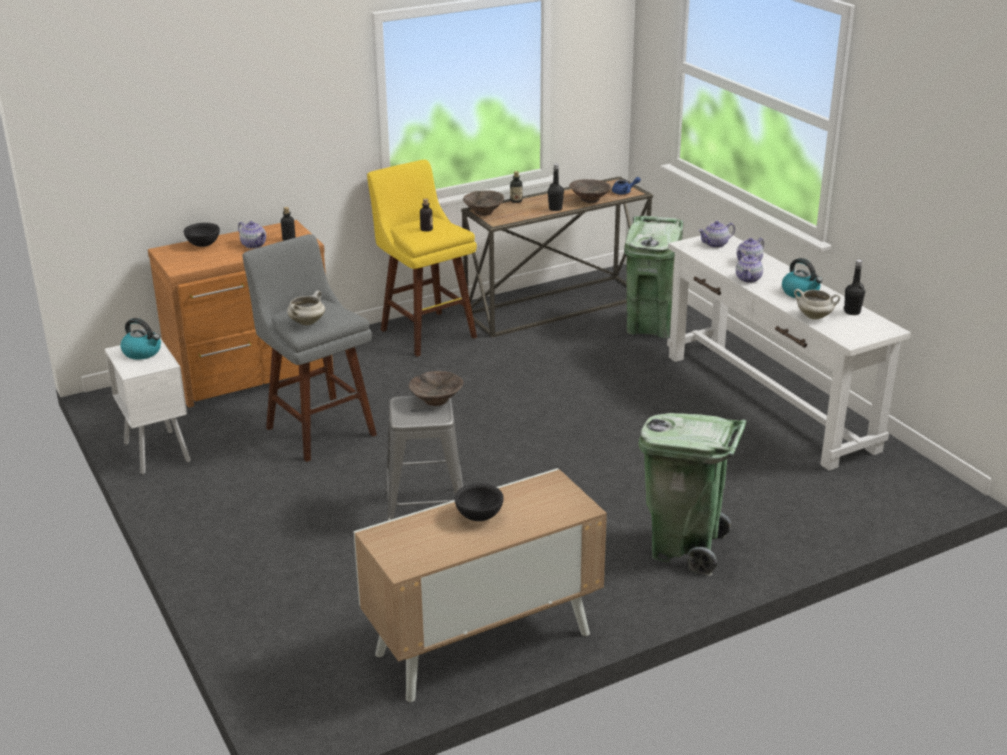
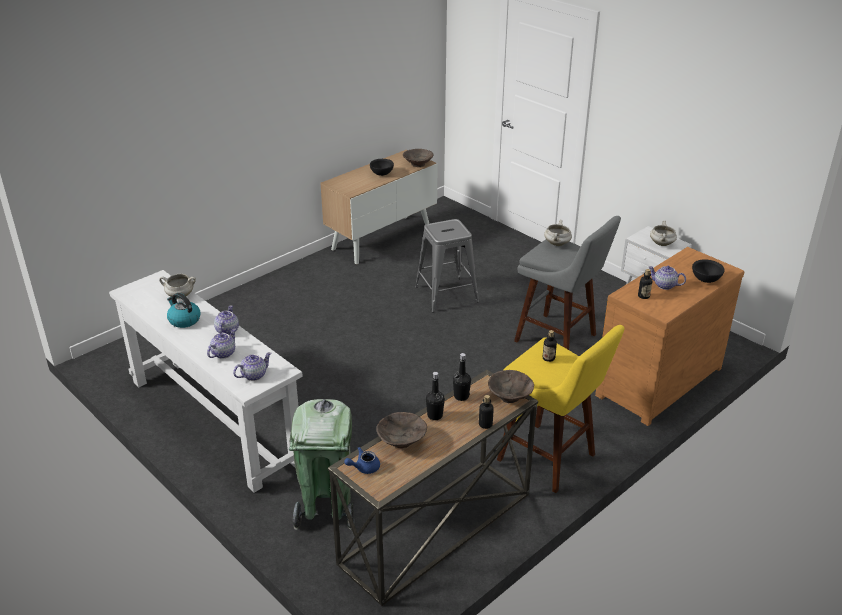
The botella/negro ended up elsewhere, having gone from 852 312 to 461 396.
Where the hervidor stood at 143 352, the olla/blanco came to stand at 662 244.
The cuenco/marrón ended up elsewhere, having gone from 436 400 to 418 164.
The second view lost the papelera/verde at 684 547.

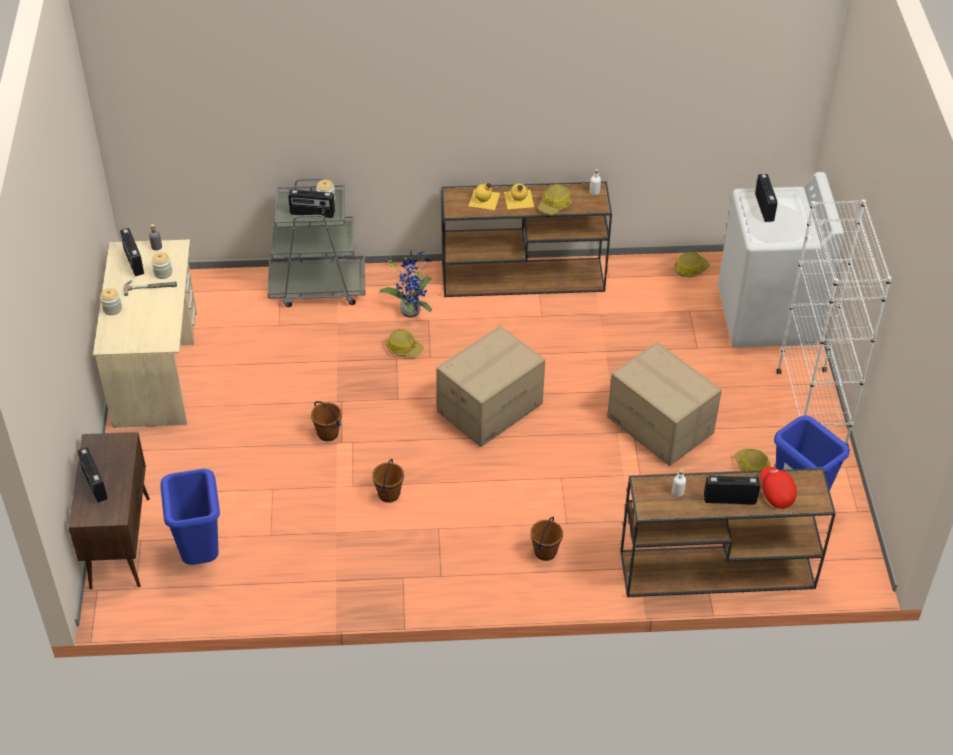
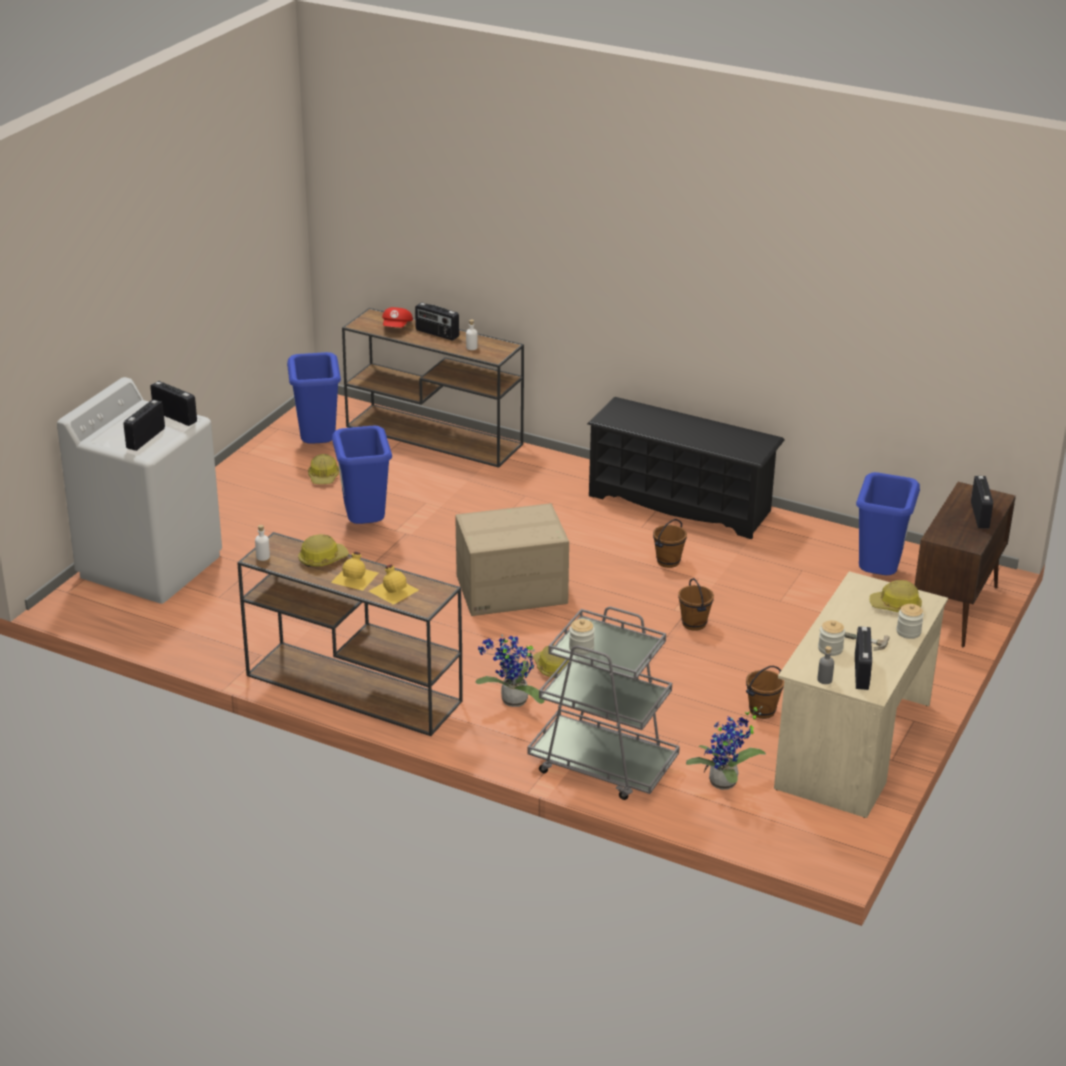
The radio ended up elsewhere, having gone from 312 213 to 175 416.
The second view lost the estantería/blanco at 811 409.
The casco ended up elsewhere, having gone from 690 269 to 895 606.
Where the caja de cartón stood at 661 425, the papelera/azul came to stand at 365 526.
The cubo/marrón ended up elsewhere, having gone from 545 552 to 762 711.
The second view gained the zapatero/negro at 681 503.
The second view gained the planta en maceta at 725 784.

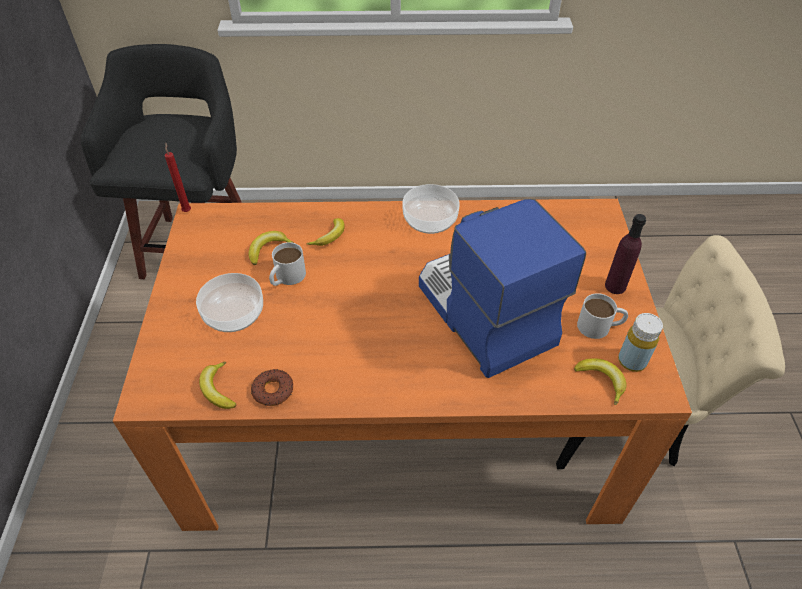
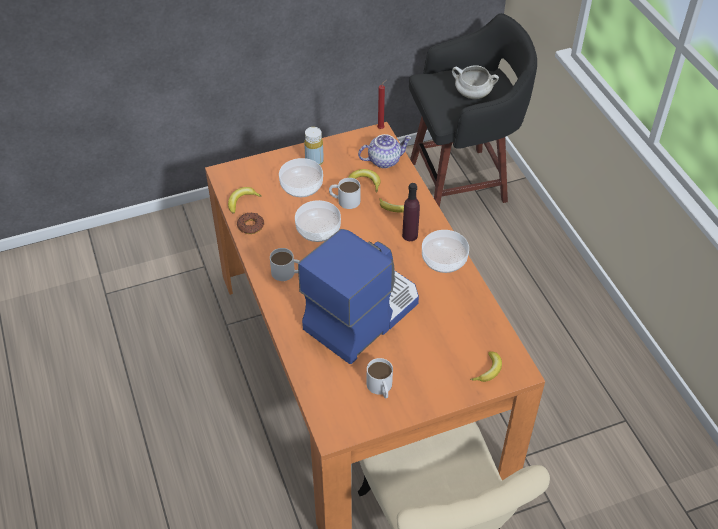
The botella/morado ended up elsewhere, having gone from 615 286 to 410 235.
The botella/amarillo ended up elsewhere, having gone from 632 361 to 314 161.
The plátano ended up elsewhere, having gone from 601 380 to 488 370.
The second view gained the olla/blanco at 472 95.
The second view gained the tetera at 384 160.
The second view gained the cuenco at 318 230.
The second view gained the taza grande/blanco at 288 272.

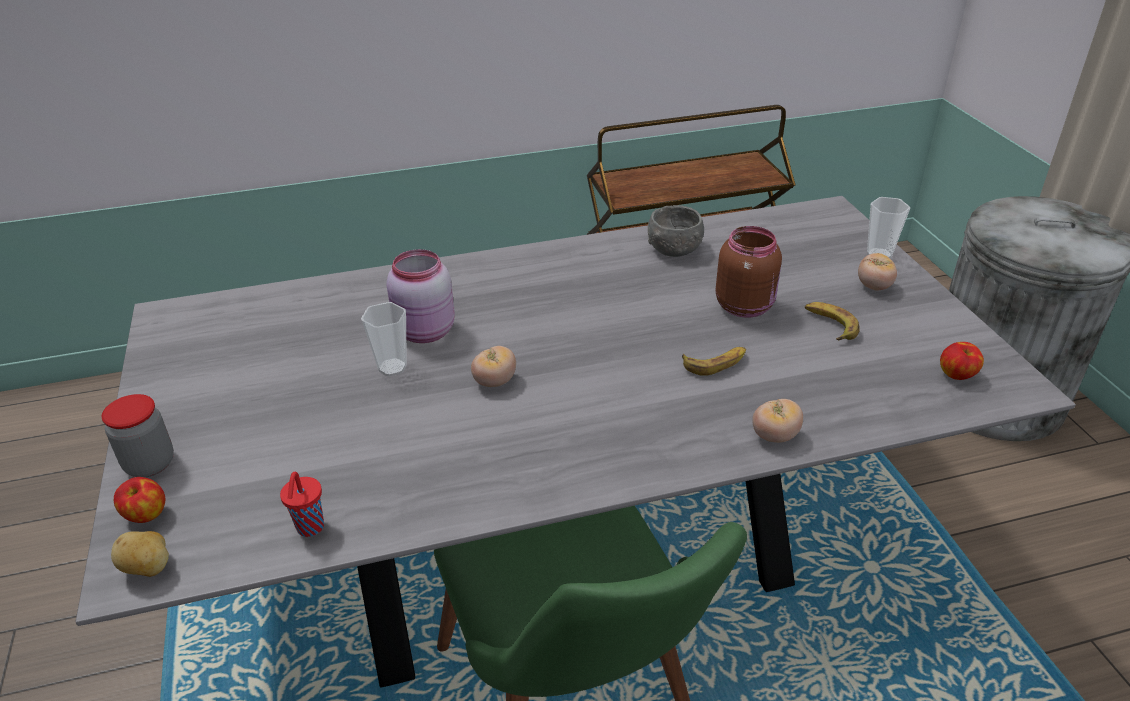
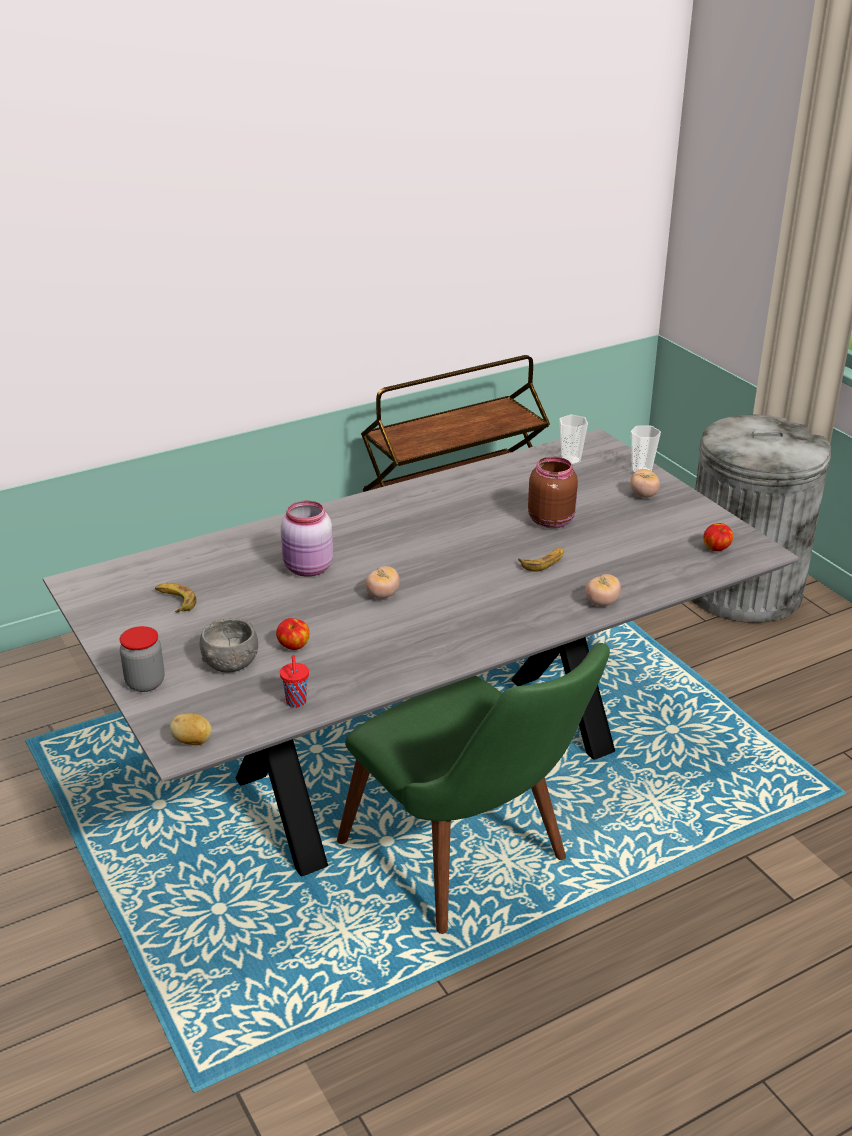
The cuenco/gris ended up elsewhere, having gone from 674 248 to 230 662.
The taza ended up elsewhere, having gone from 392 367 to 570 460.
The plátano ended up elsewhere, having gone from 829 325 to 175 601.
The manzana ended up elsewhere, having gone from 146 515 to 293 647.

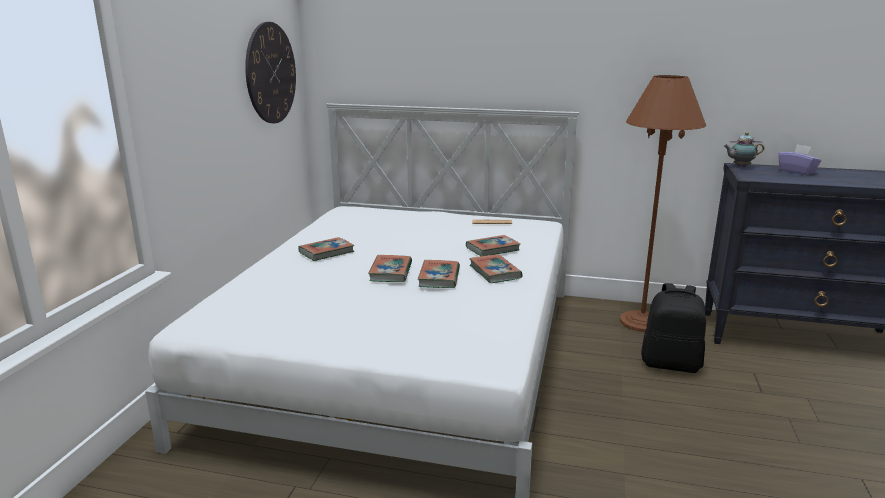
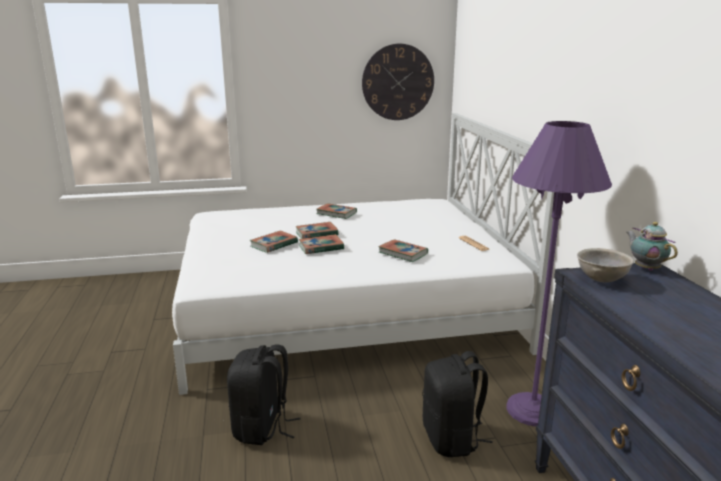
What was the lámpara de pie/marrón at 641 322 turned into the lámpara de pie/morado at 532 410.
The second view lost the caja de pañuelos/morado at 797 172.
The libro ended up elsewhere, having gone from 495 272 to 274 244.
The second view gained the cuenco/gris at 600 280.
The second view gained the mochila/negro at 262 428.

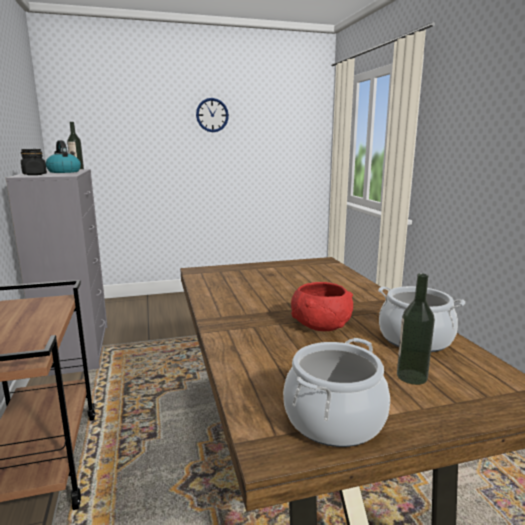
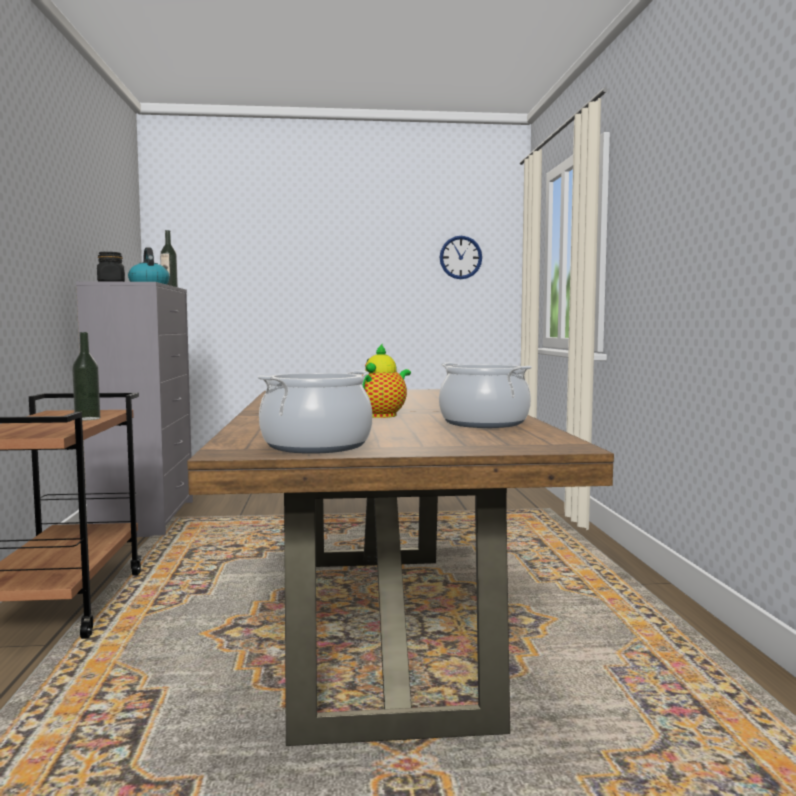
The reloj de pared ended up elsewhere, having gone from 212 115 to 460 257.
The botella ended up elsewhere, having gone from 411 377 to 87 418.
Where the cuenco/rojo stood at 321 325, the tetera came to stand at 383 415.

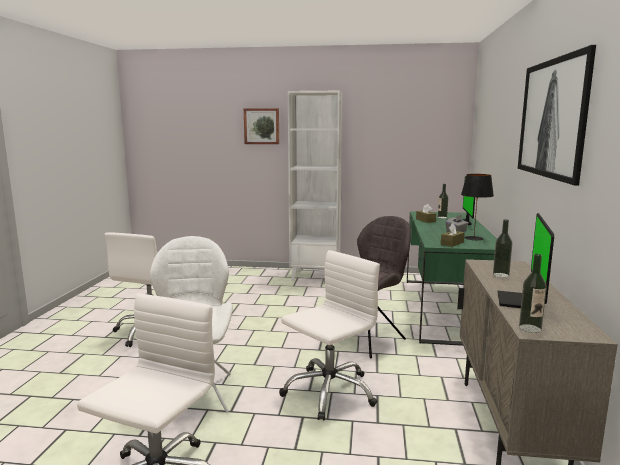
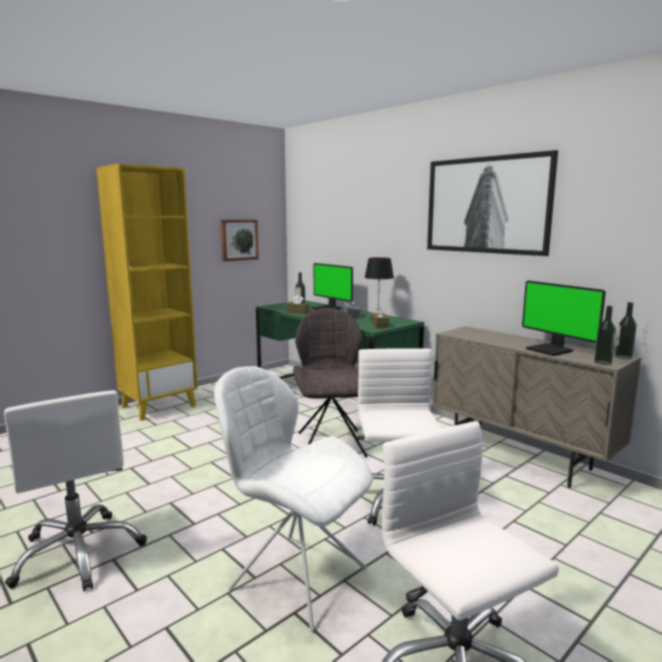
What was the estantería/blanco at 316 276 turned into the estantería/amarillo at 159 406.
The cuadro ended up elsewhere, having gone from 262 126 to 239 240.
The botella ended up elsewhere, having gone from 501 275 to 623 357.

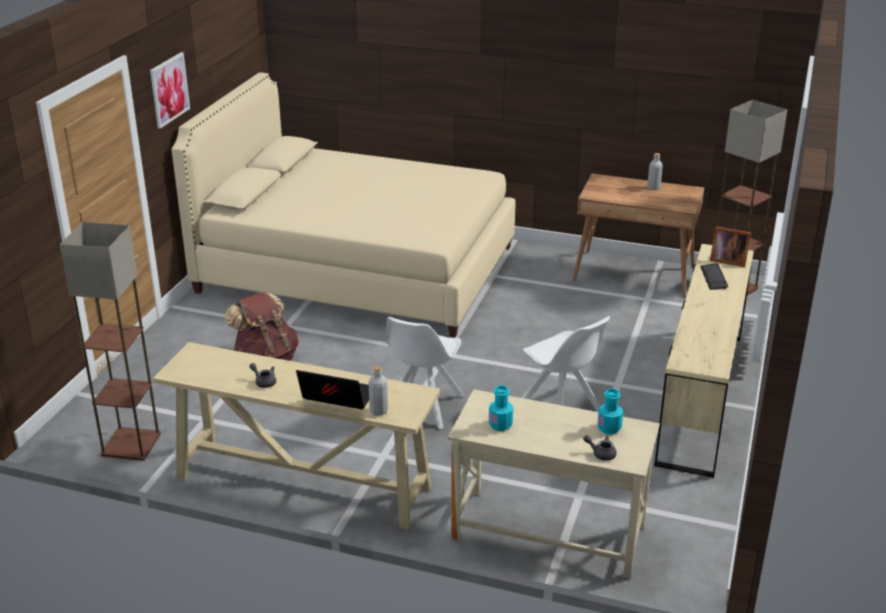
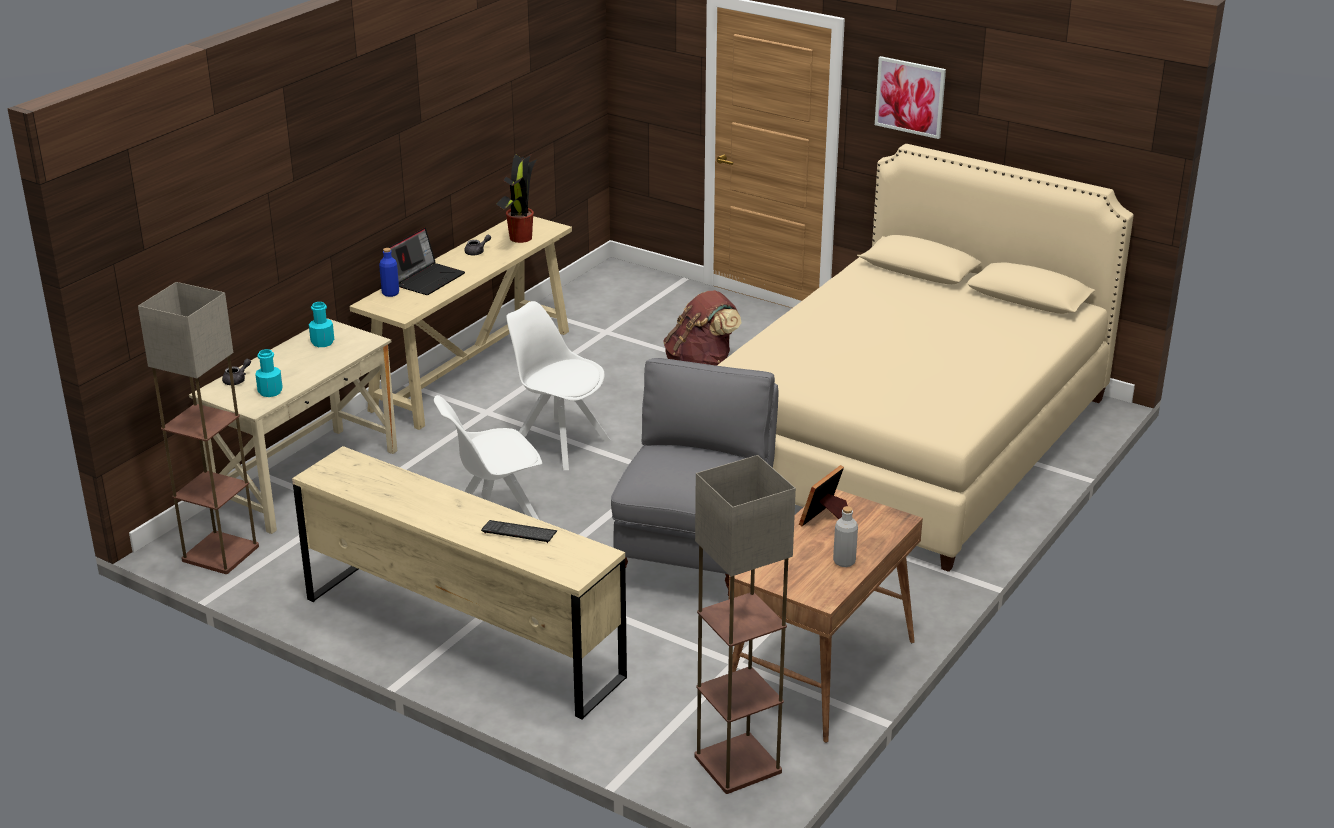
The lámpara de pie ended up elsewhere, having gone from 130 444 to 222 553.
The portarretratos ended up elsewhere, having gone from 727 260 to 825 517.
What was the botella/gris at 378 411 turned into the botella/azul at 390 293.
The second view gained the planta en maceta at 520 238.
The second view gained the silla/gris at 695 555.

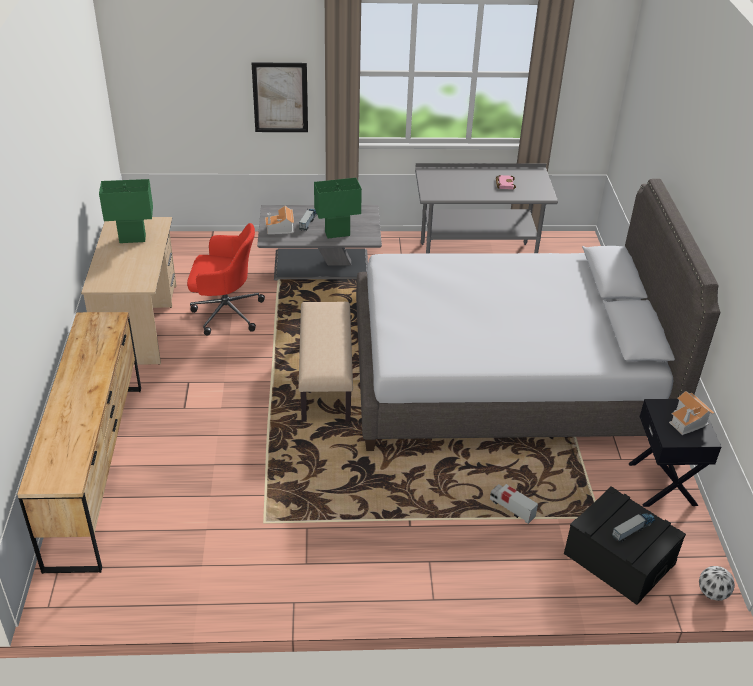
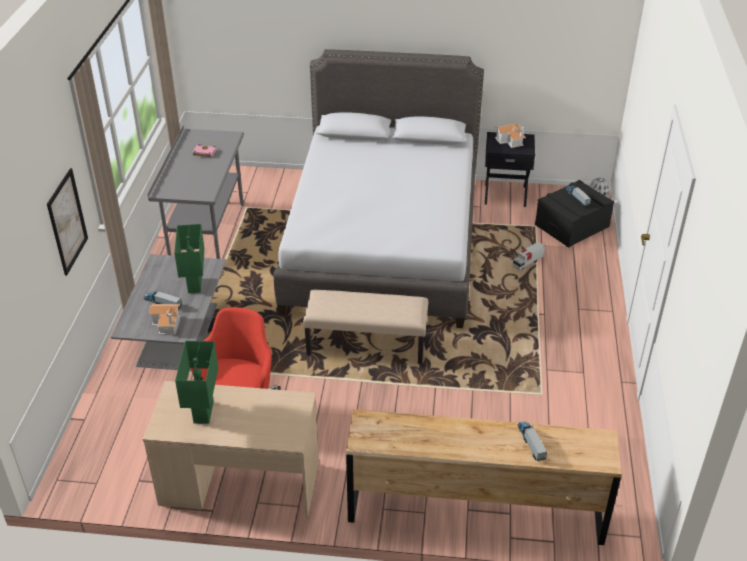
The second view gained the camión de juguete at 530 443.

